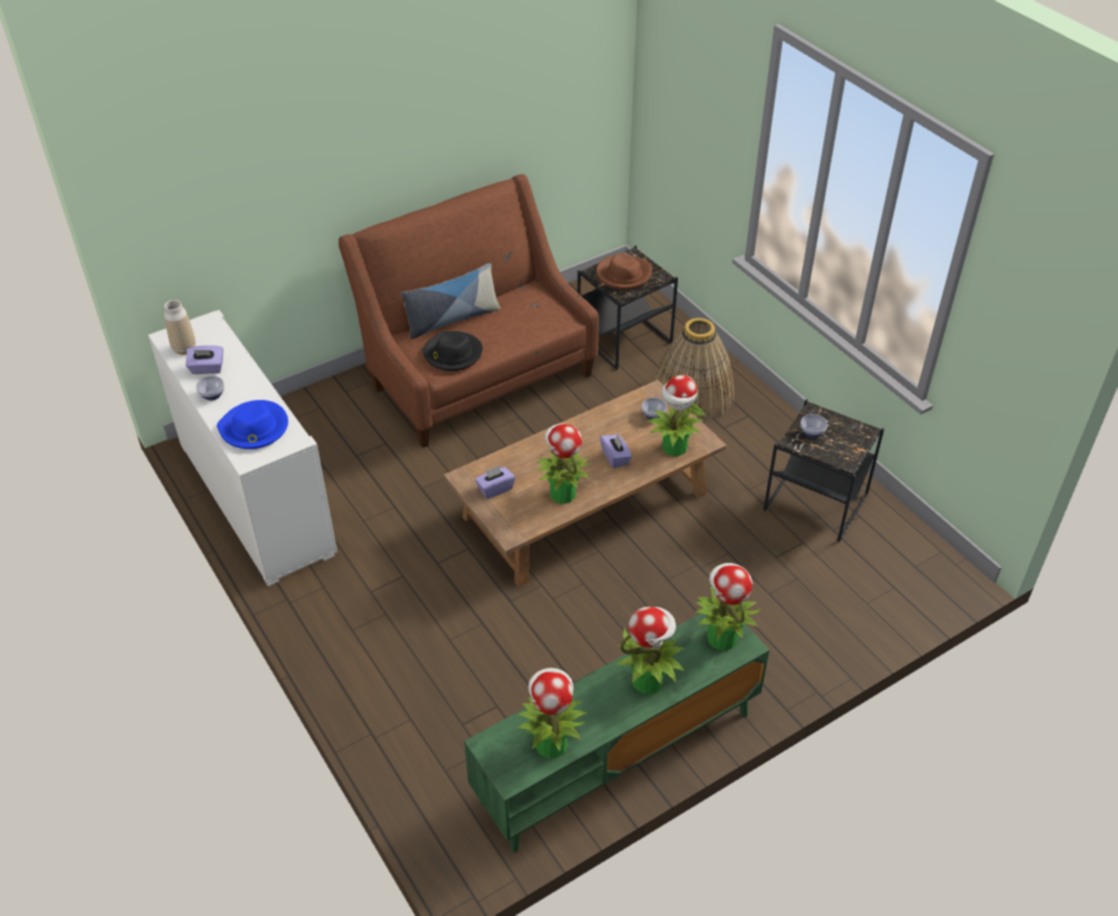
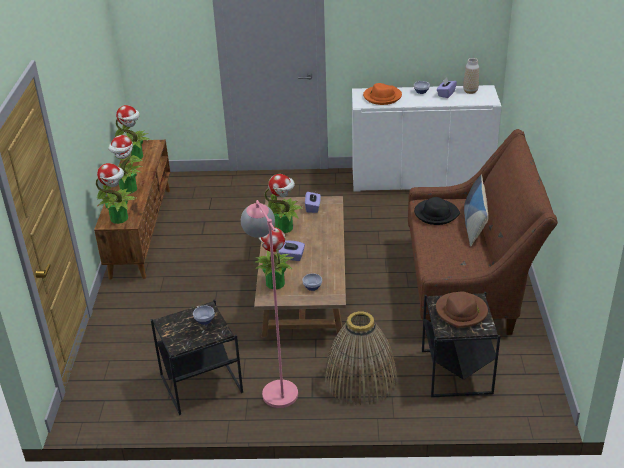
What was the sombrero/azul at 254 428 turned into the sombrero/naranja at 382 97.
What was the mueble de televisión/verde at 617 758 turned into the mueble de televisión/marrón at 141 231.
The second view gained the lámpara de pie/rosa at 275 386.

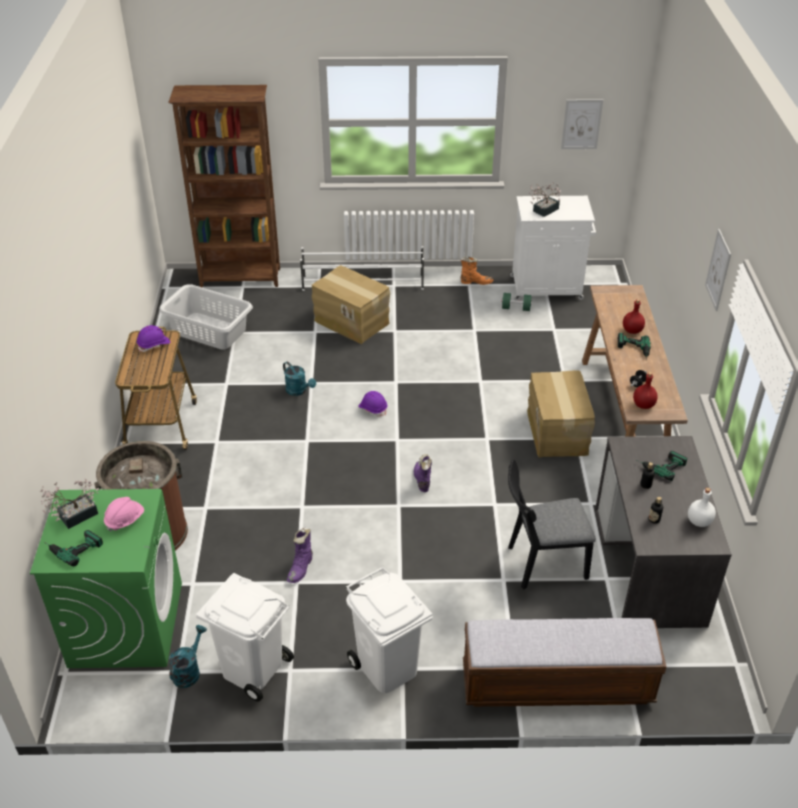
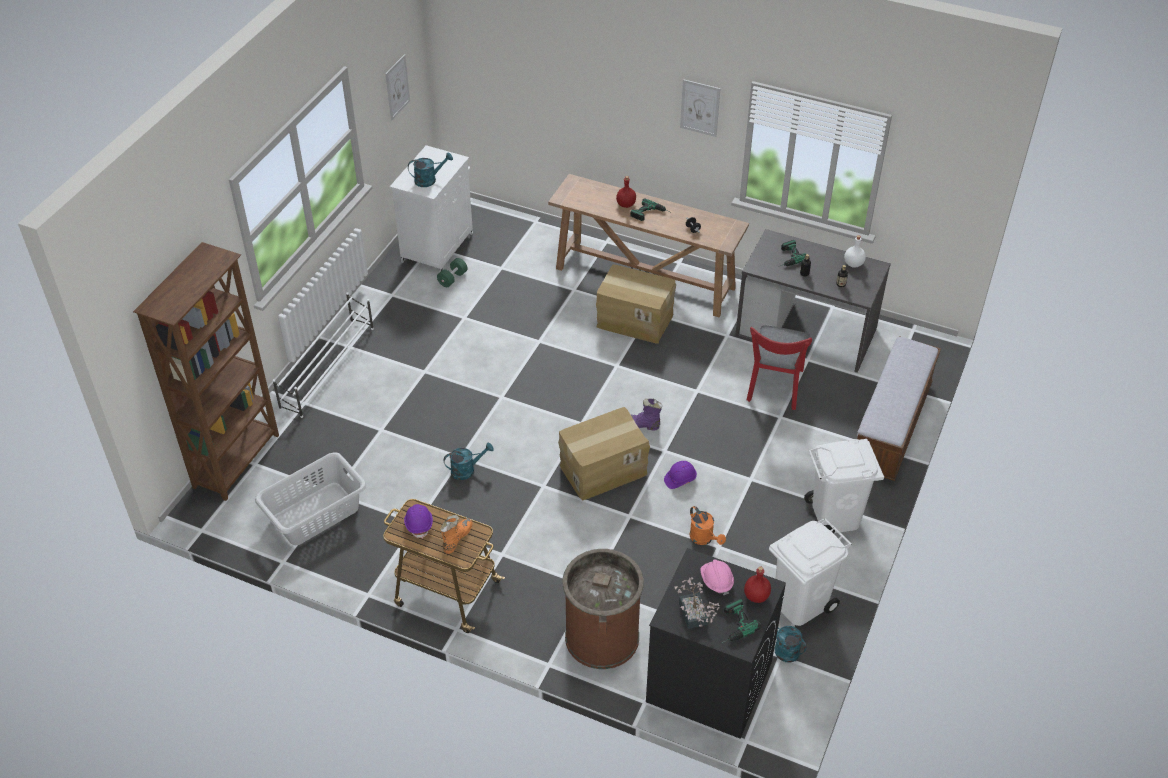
Where the planta en maceta stood at 543 211, the regadera/turquesa came to stand at 429 180.
The bota/naranja ended up elsewhere, having gone from 476 282 to 456 538.
The caja de cartón ended up elsewhere, having gone from 352 321 to 602 469.
The botella/rojo ended up elsewhere, having gone from 643 404 to 756 596.
The casco/morado ended up elsewhere, having gone from 373 408 to 680 479.
What was the silla/negro at 541 563 turned into the silla/rojo at 774 389.
What was the lavadora/verde at 126 623 turned into the lavadora/negro at 708 682.
Where the bota/morado stood at 301 568, the regadera/naranja came to stand at 704 539.

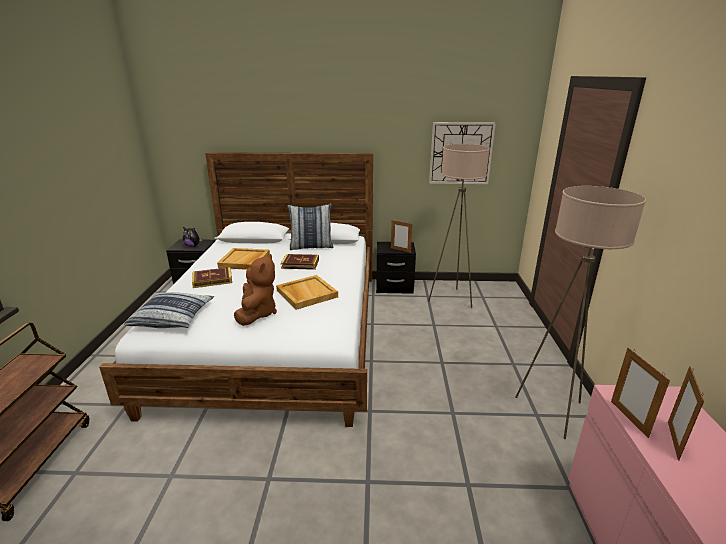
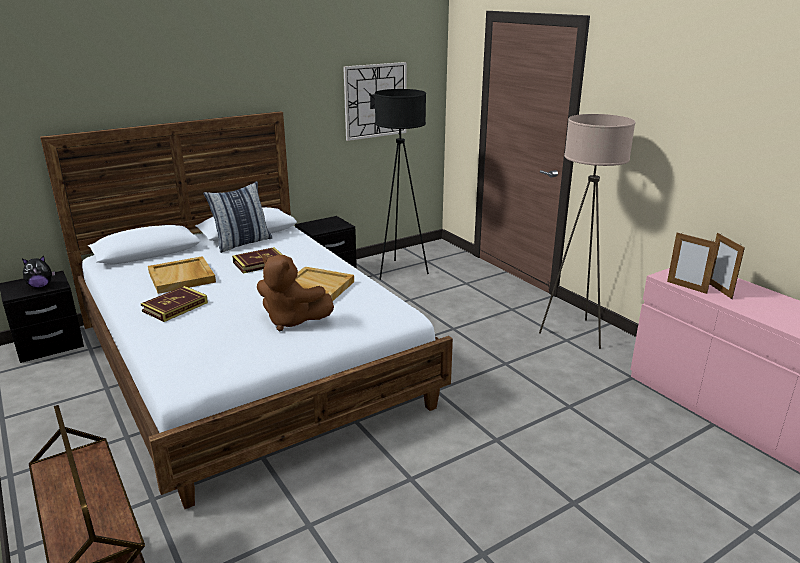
What was the lámpara de pie/beis at 451 299 turned into the lámpara de pie/negro at 400 271.
The second view lost the portarretratos at 400 250.
The peluche/marrón at 257 313 ended up facing another way, 150 degrees clockwise from before.
The second view lost the cojín at 173 318.

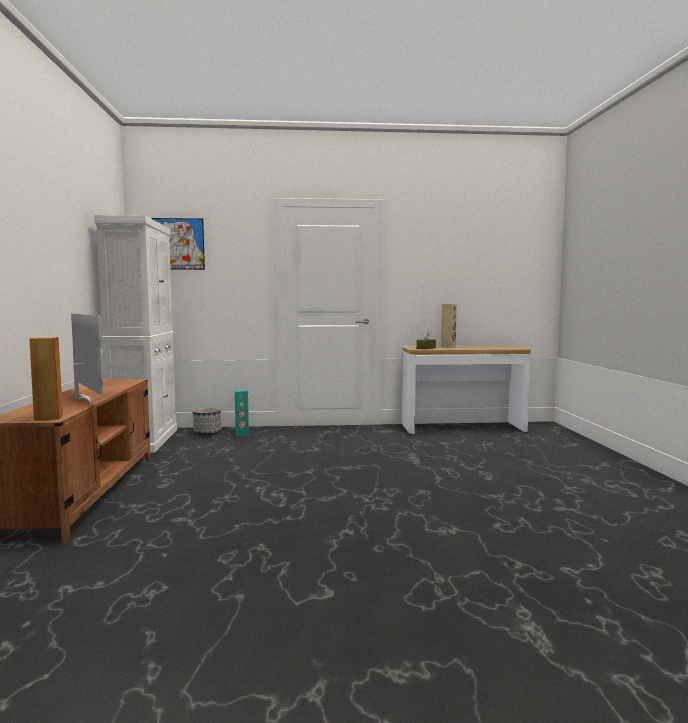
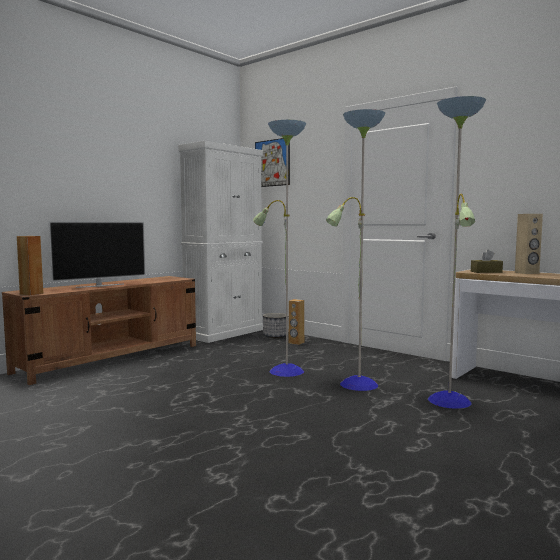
The televisor at 82 398 ended up facing another way, 45 degrees clockwise from before.
What was the altavoz/turquesa at 242 434 turned into the altavoz/marrón at 296 343.
The second view gained the lámpara de pie at 357 385.

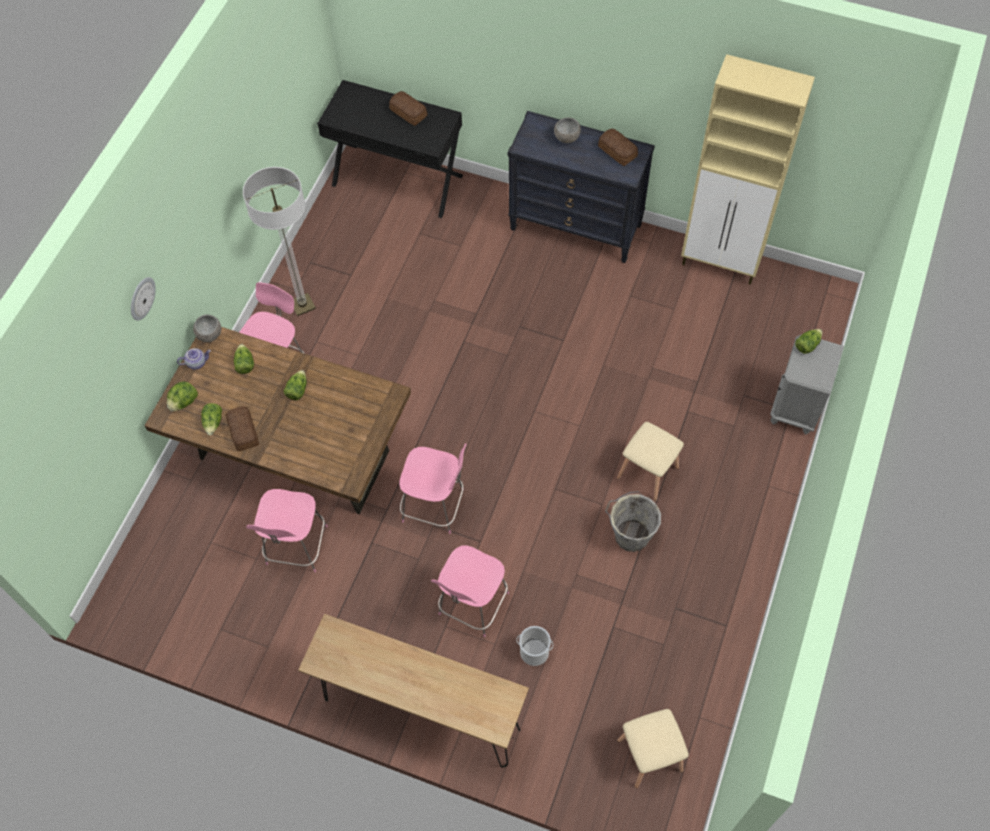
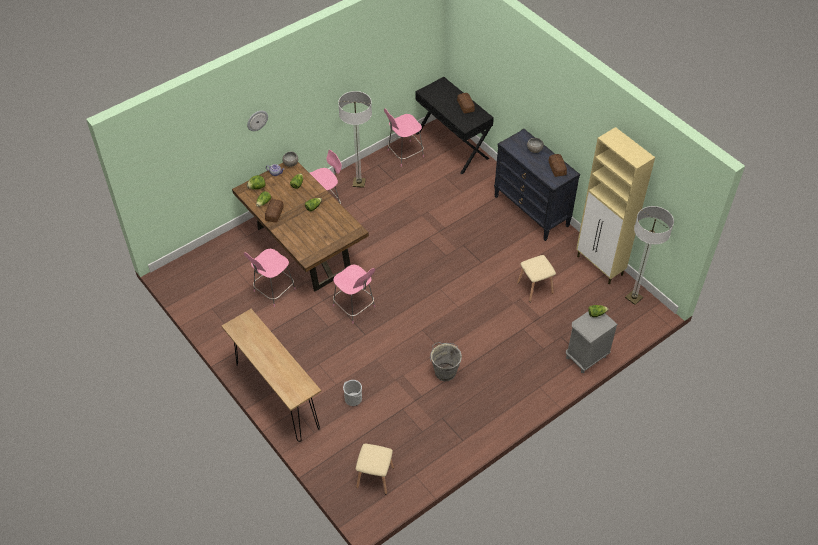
The taburete/beis ended up elsewhere, having gone from 649 472 to 535 288.
The silla/rosa ended up elsewhere, having gone from 472 605 to 404 154.
The second view gained the lámpara de pie at 633 298.

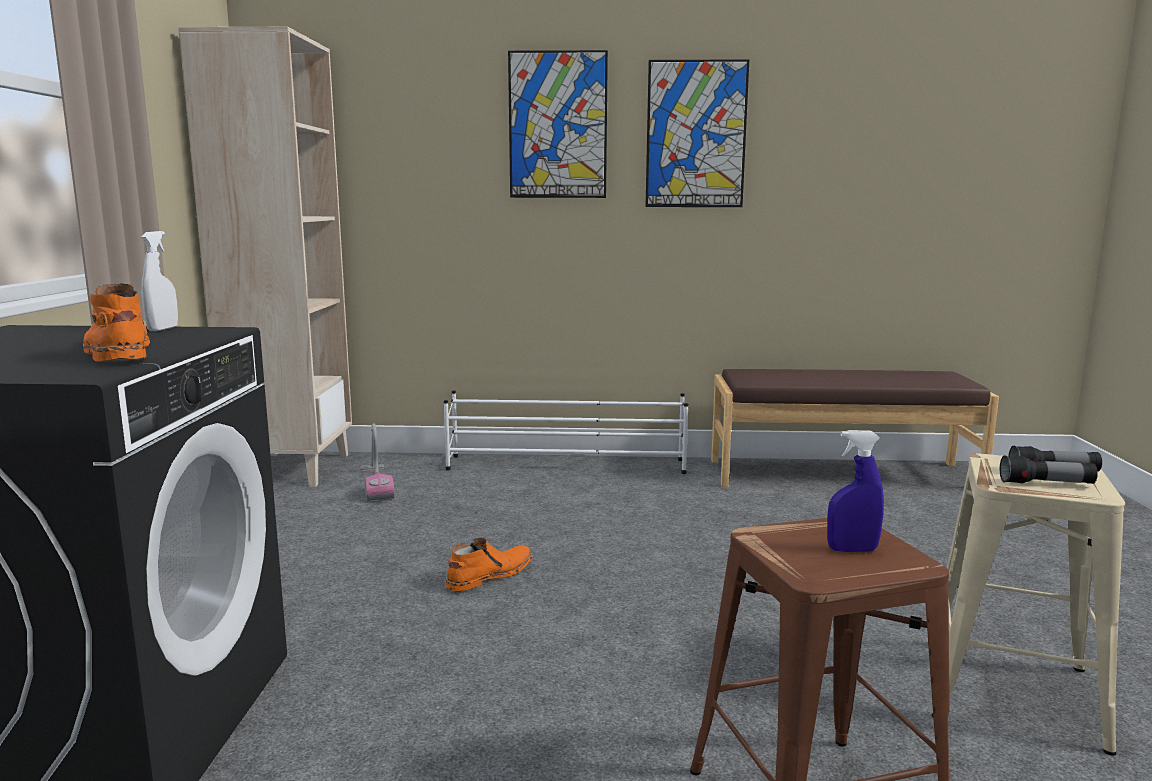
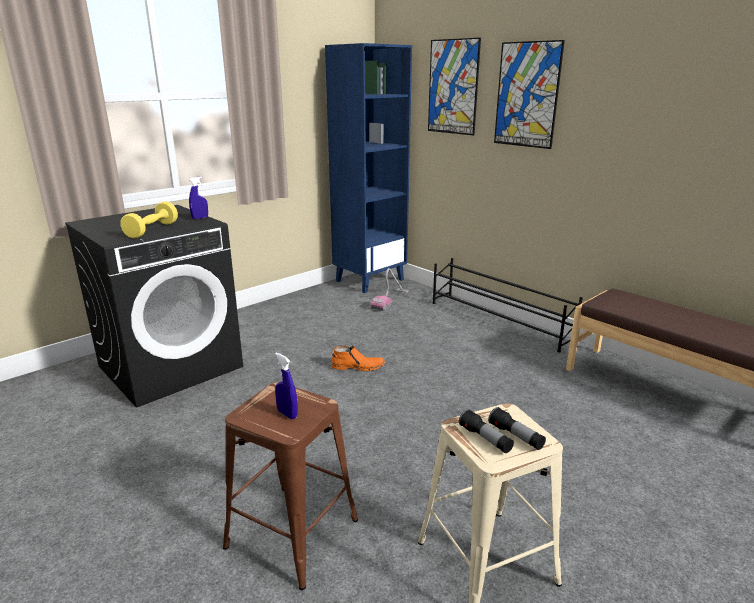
What was the estantería/beis at 292 469 turned into the estantería/azul at 369 280.
The cuadro ended up elsewhere, having gone from 696 135 to 453 87.
What was the pulverizador/blanco at 163 329 turned into the pulverizador/azul at 200 218.
Where the bota/naranja stood at 118 352, the mancuerna/amarillo came to stand at 152 230.
What was the zapatero/blanco at 567 465 turned into the zapatero/negro at 498 321.

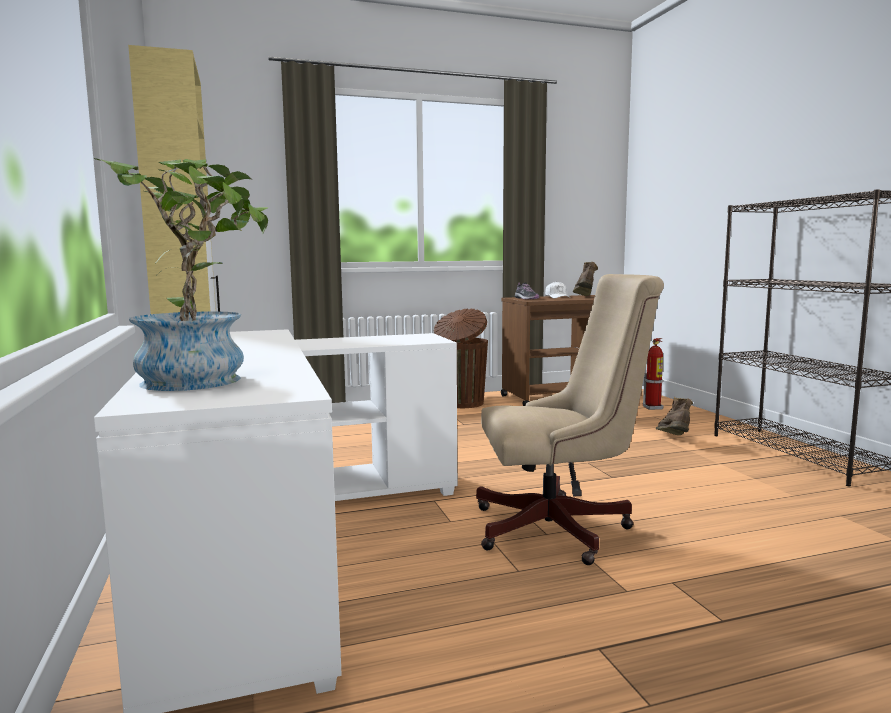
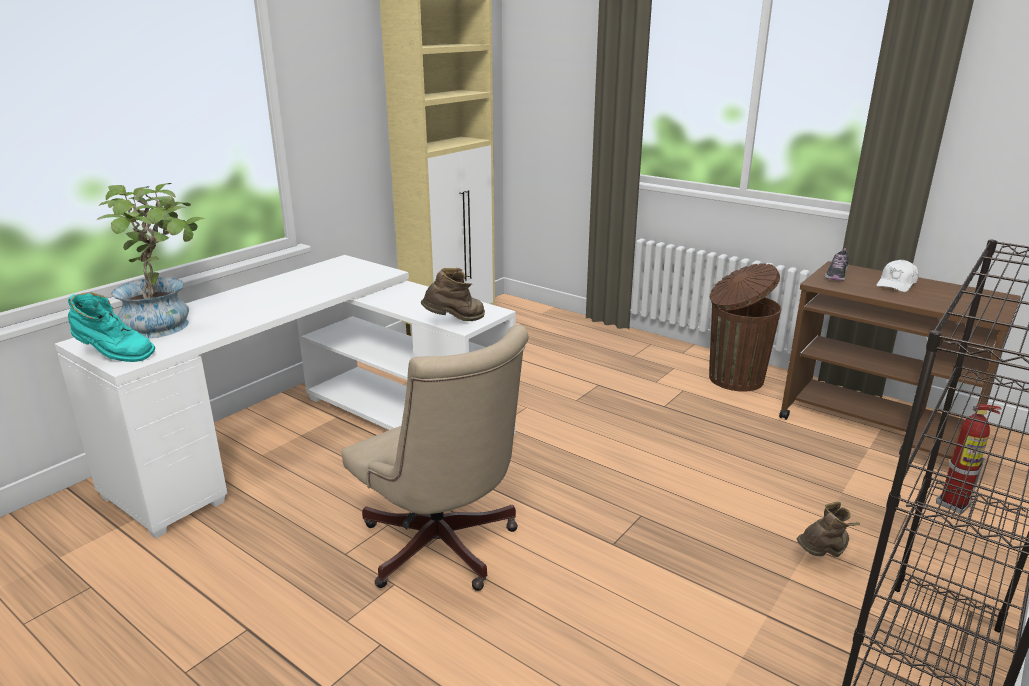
The bota/marrón ended up elsewhere, having gone from 584 297 to 455 322.
The second view gained the bota/turquesa at 114 356.

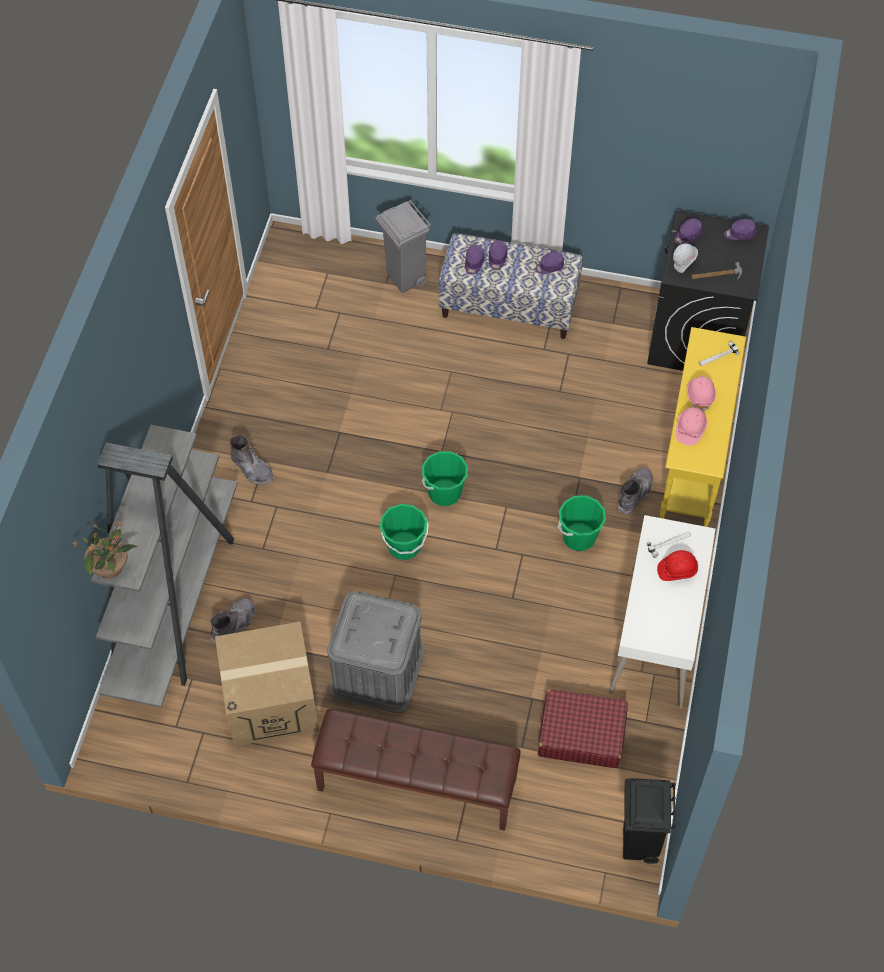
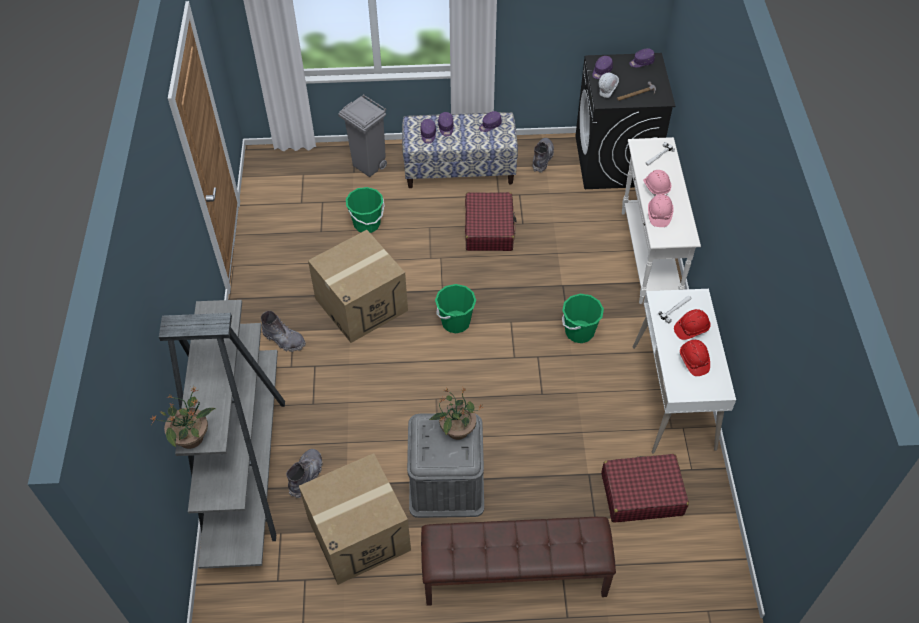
What was the mesa consola/amarillo at 692 465 turned into the mesa consola/blanco at 649 256.
The bota/gris ended up elsewhere, having gone from 634 494 to 542 158.
The cubo/verde ended up elsewhere, having gone from 404 546 to 367 224.
The second view lost the papelera/negro at 639 844.
The second view gained the maleta/rojo at 489 228.
The second view gained the caja de cartón at 361 304.
The second view gained the casco/rojo at 693 361.
The second view gained the planta en maceta at 457 430.

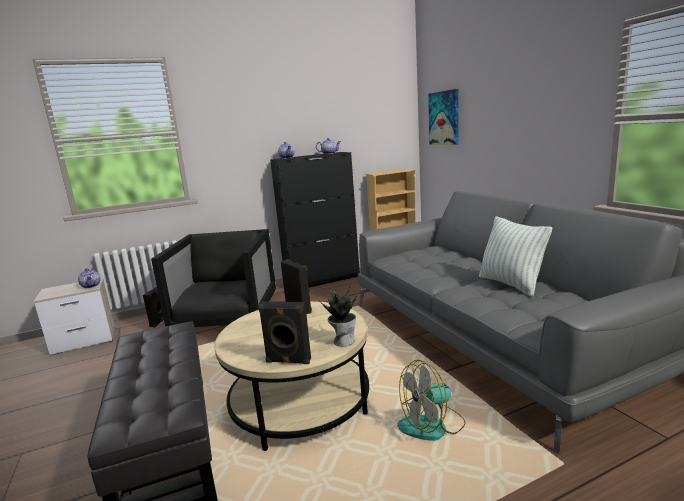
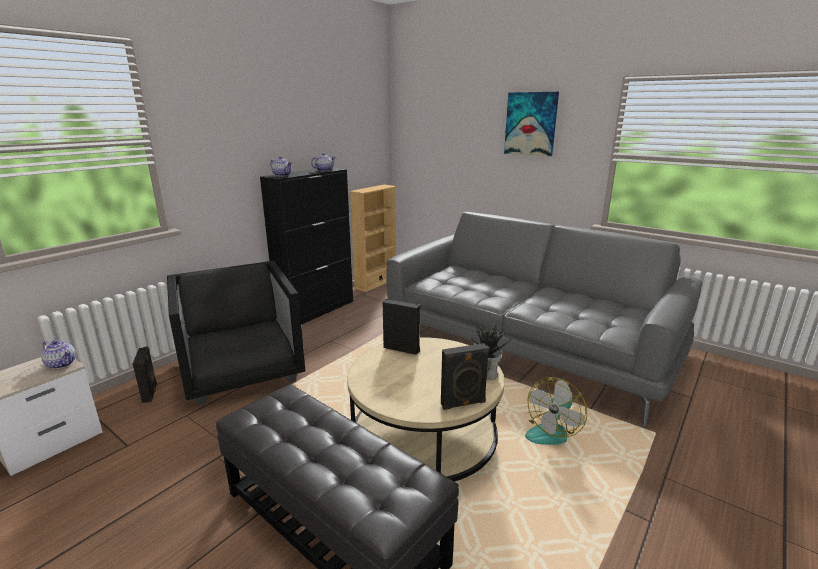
The cuadro ended up elsewhere, having gone from 444 118 to 531 124.
The second view lost the cojín at 511 284.

